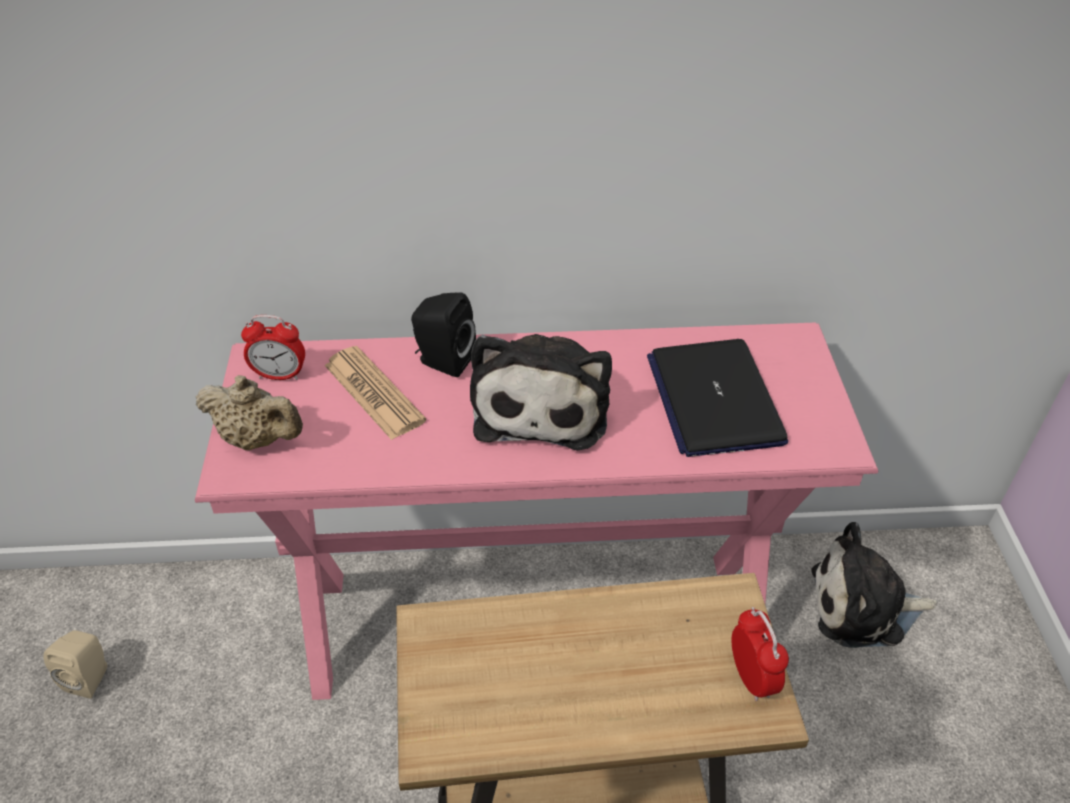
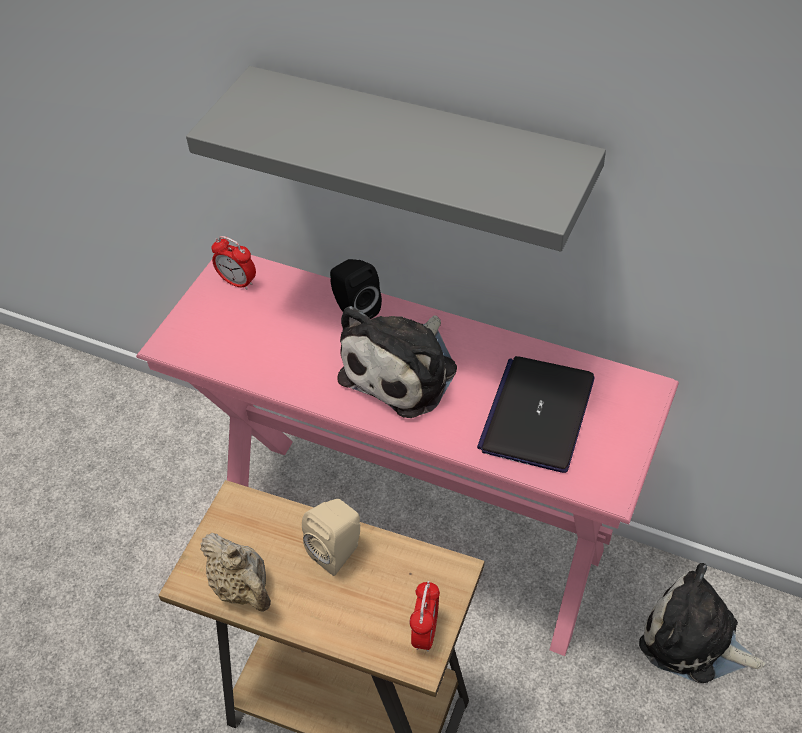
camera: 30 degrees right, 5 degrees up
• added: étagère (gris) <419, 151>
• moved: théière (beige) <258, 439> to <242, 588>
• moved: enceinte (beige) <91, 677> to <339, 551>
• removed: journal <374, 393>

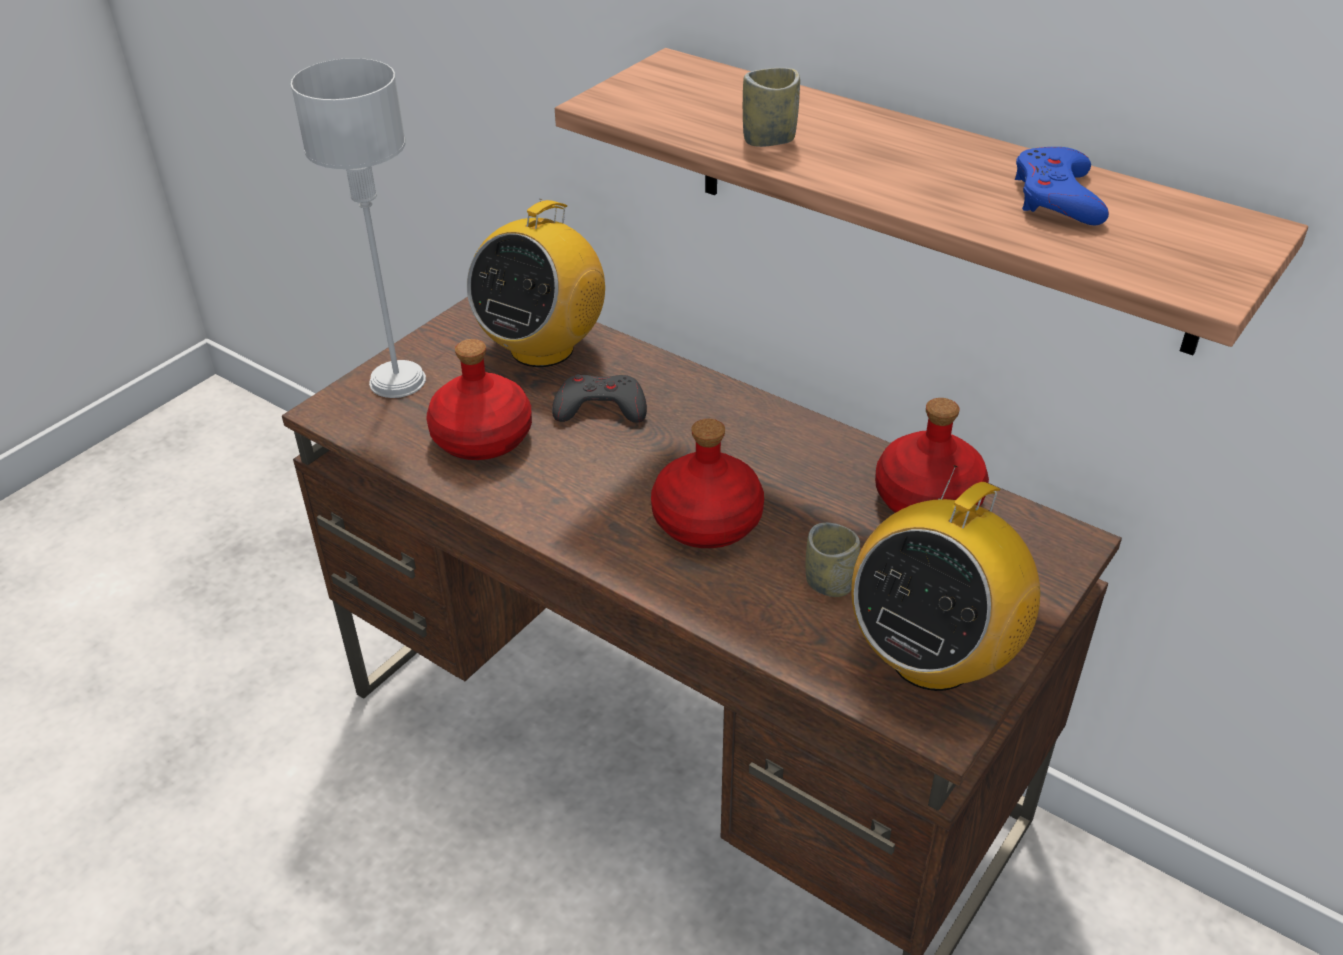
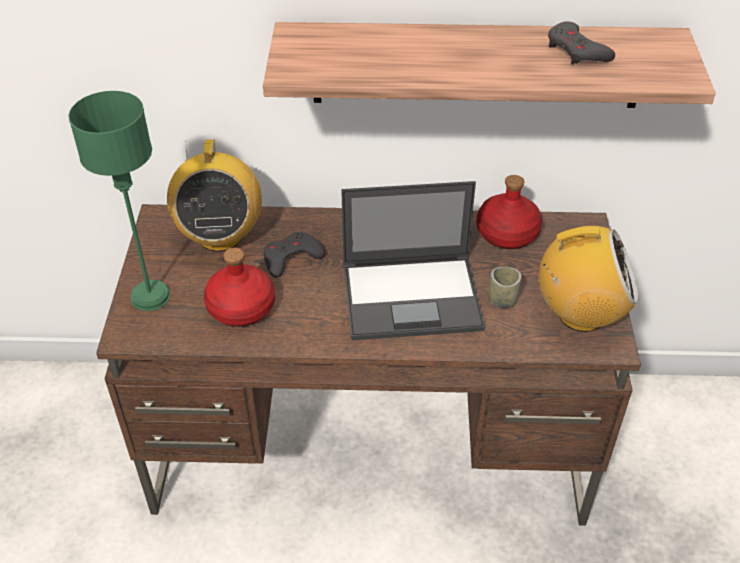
camera: 35 degrees left, 5 degrees up
• recoloured: lampe de table (gris) <396, 381> to lampe de table (vert) <150, 297>
• replaced: bouteille (rouge) <708, 521> to ordinateur portable <413, 296>
• turned: radio <932, 657> = <580, 314> 90 degrees counterclockwise
• recoloured: manette (bleu) <1056, 197> to manette (gris) <576, 50>
• removed: tasse <769, 139>

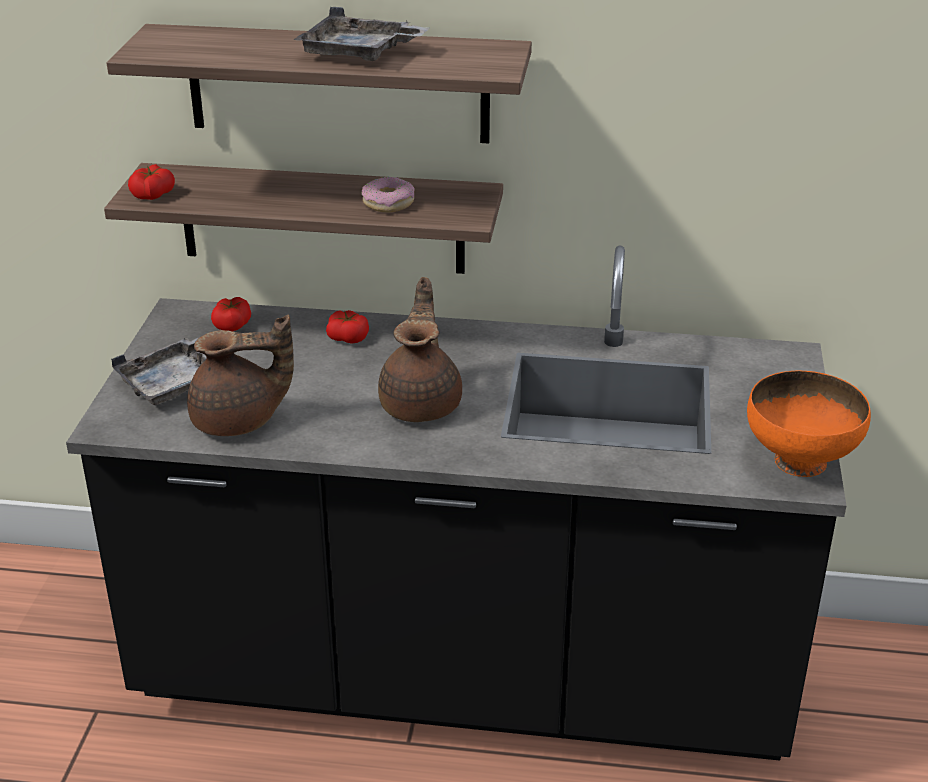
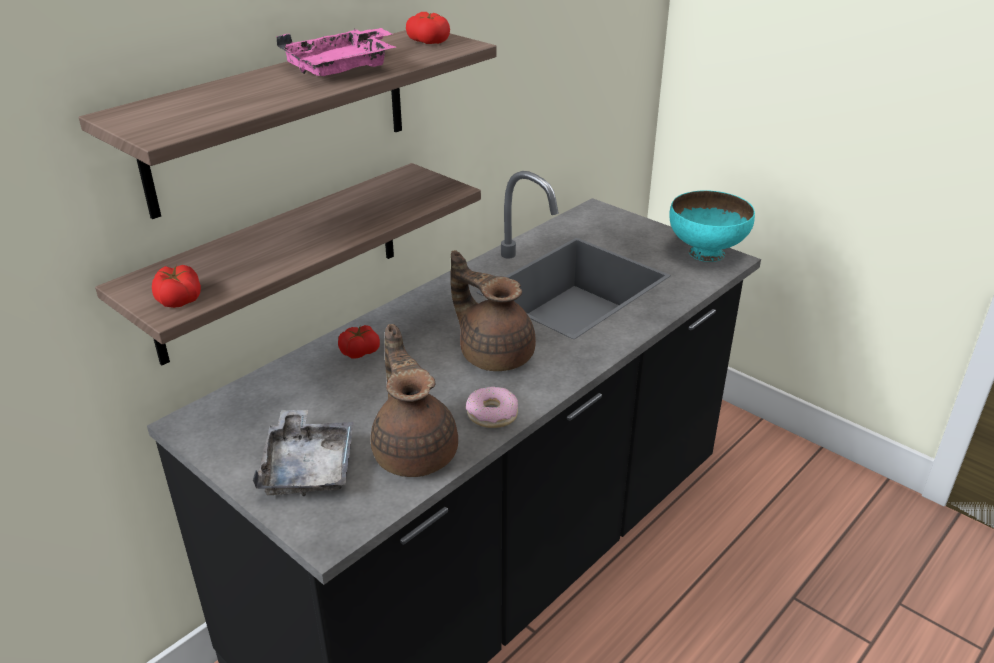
camera: 55 degrees left, 0 degrees up
• recoloured: plateau (gris) <359, 53> to plateau (rose) <343, 68>
• turned: théière (marron) <239, 421> = <415, 451> 45 degrees counterclockwise
• moved: tomate <232, 324> to <428, 41>
• moved: beignet <388, 203> to <492, 414>
• recoloured: bol (orange) <800, 460> to bol (turquoise) <706, 252>

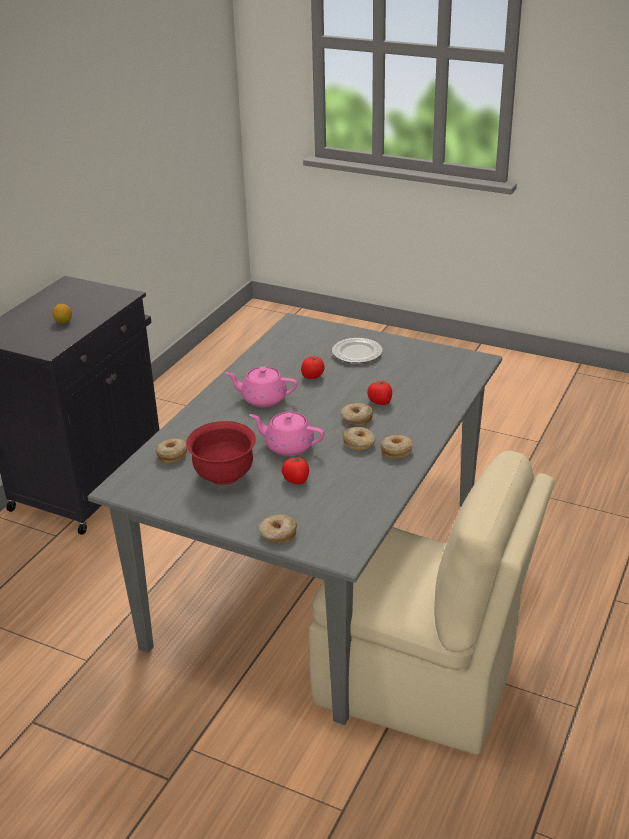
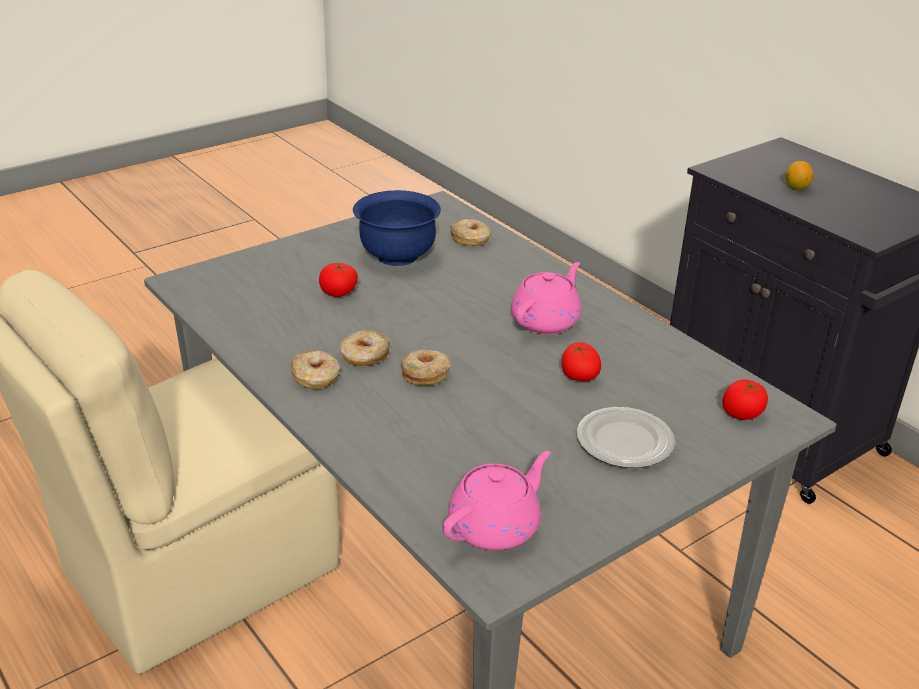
camera: 115 degrees right, 0 degrees up
• recoloured: bol (rouge) <224, 475> to bol (bleu) <397, 256>
• moved: théière (rose) <288, 446> to <495, 527>
• moved: tomate <380, 402> to <742, 414>
• removed: beignet <278, 534>

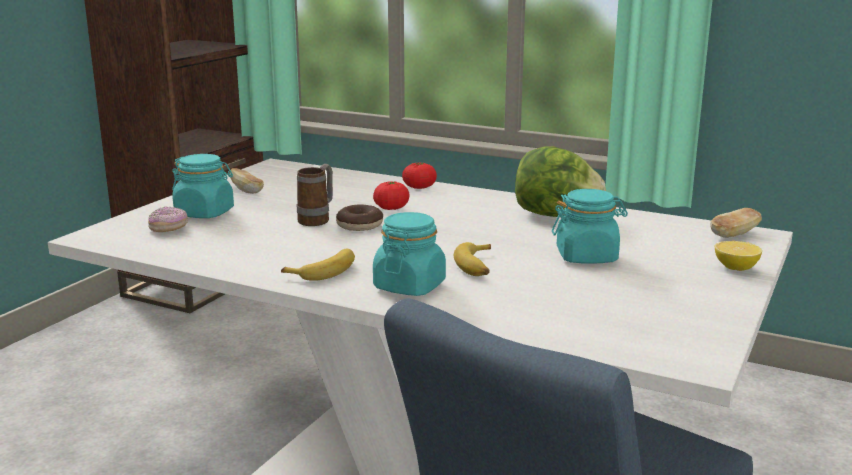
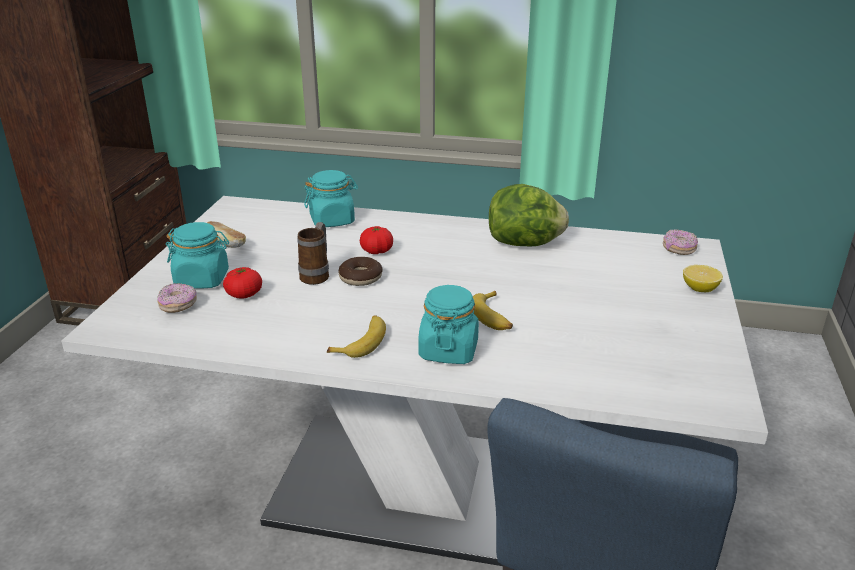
camera: 15 degrees left, 10 degrees up
• moved: tomate <419, 187> to <244, 294>
• moved: bocal (turquoise) <587, 257> to <332, 220>
• replaced: pain <734, 235> to beignet <678, 249>

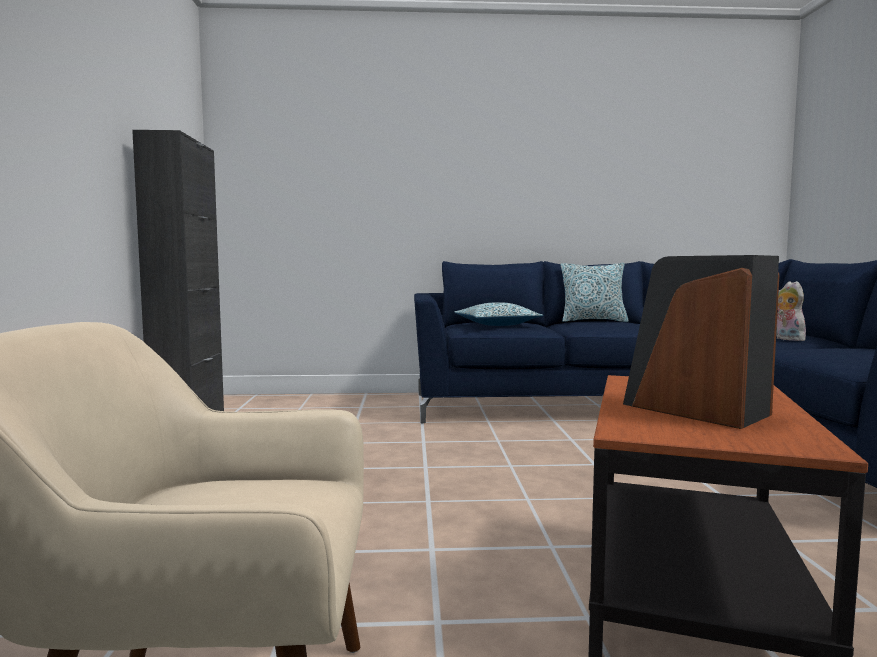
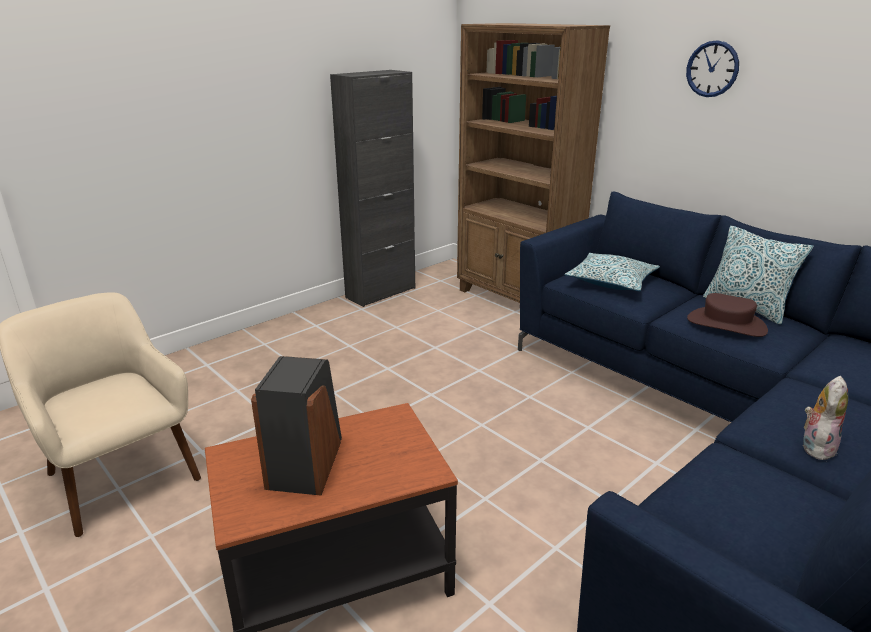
camera: 50 degrees right, 20 degrees up
• added: bibliothèque (marron) <516, 299>
• added: horloge murale <712, 69>
• added: chapeau (marron) <726, 324>

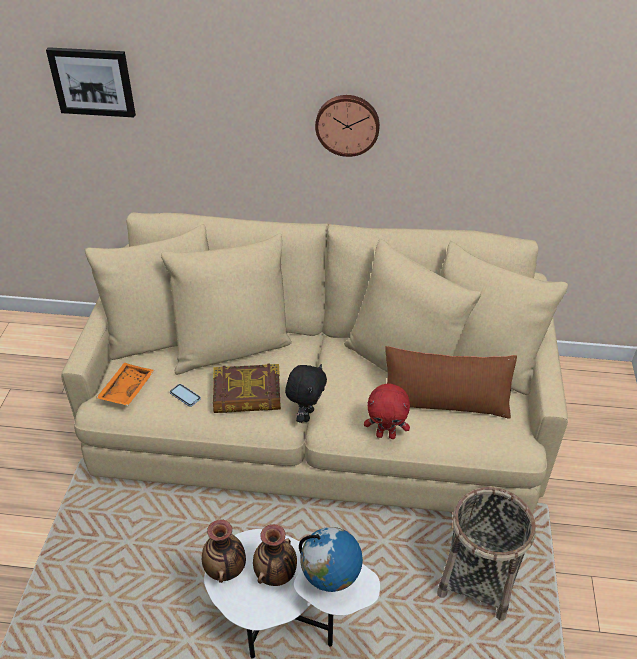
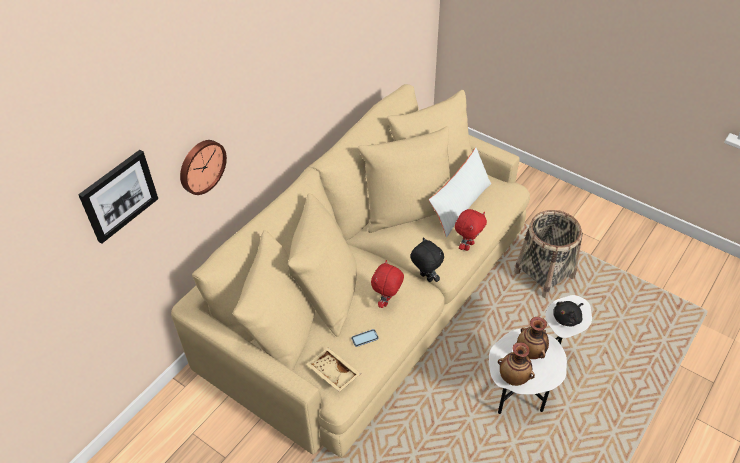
camera: 60 degrees left, 5 degrees up
• moved: horloge murale <347, 124> to <201, 166>
• recoloured: plateau (orange) <126, 389> to plateau (beige) <332, 373>
• replaced: livre <247, 394> to peluche (rouge) <387, 301>
• recoloured: coussin (marron) <445, 402> to coussin (blanc) <460, 205>
• replaced: globe <330, 583> to peluche (noir) <567, 318>

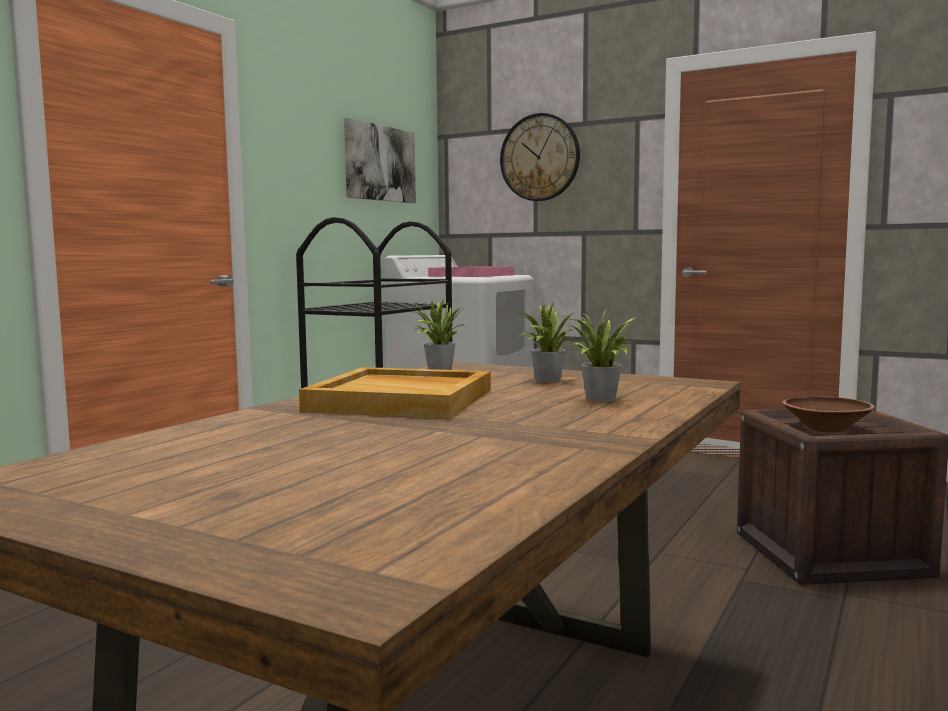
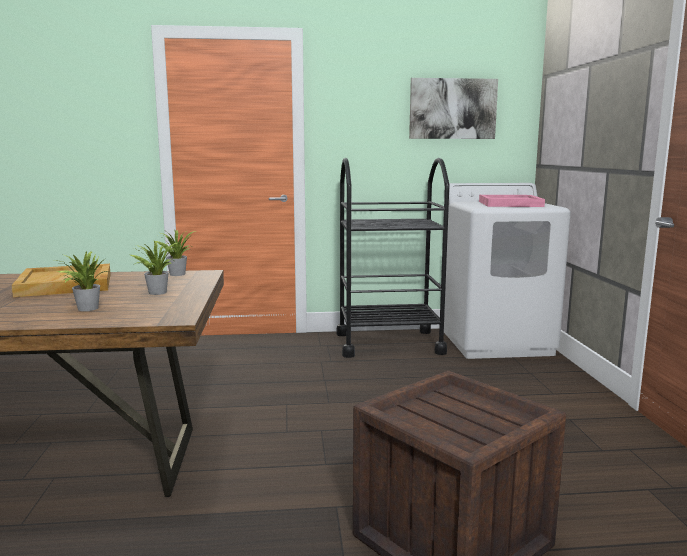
camera: 55 degrees right, 5 degrees up
• removed: horloge murale <540, 157>
• removed: bol (marron) <826, 429>

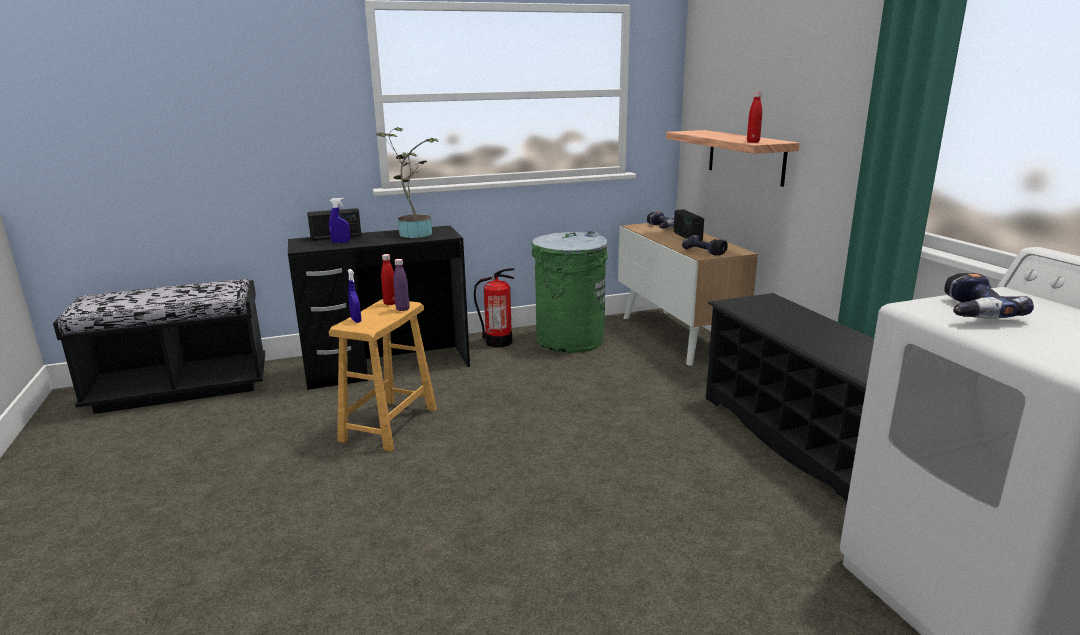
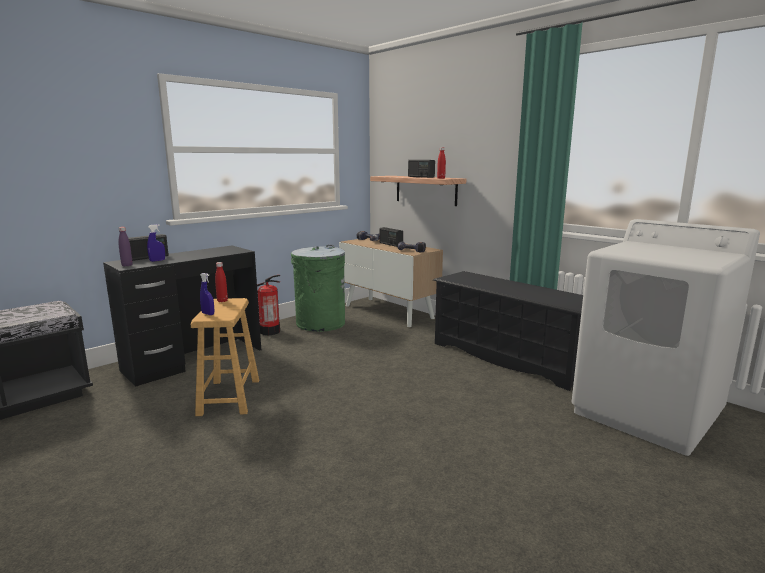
camera: 25 degrees left, 5 degrees down
• moved: bouteille (violet) <402, 309> to <127, 265>
• added: radio <420, 177>
• removed: plante en pot <415, 233>
• removed: perceuse <969, 311>

